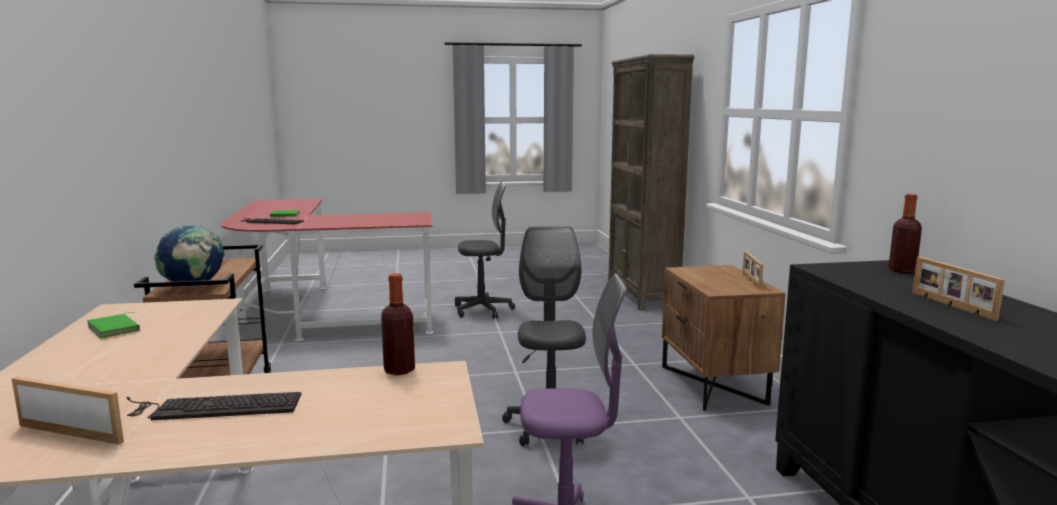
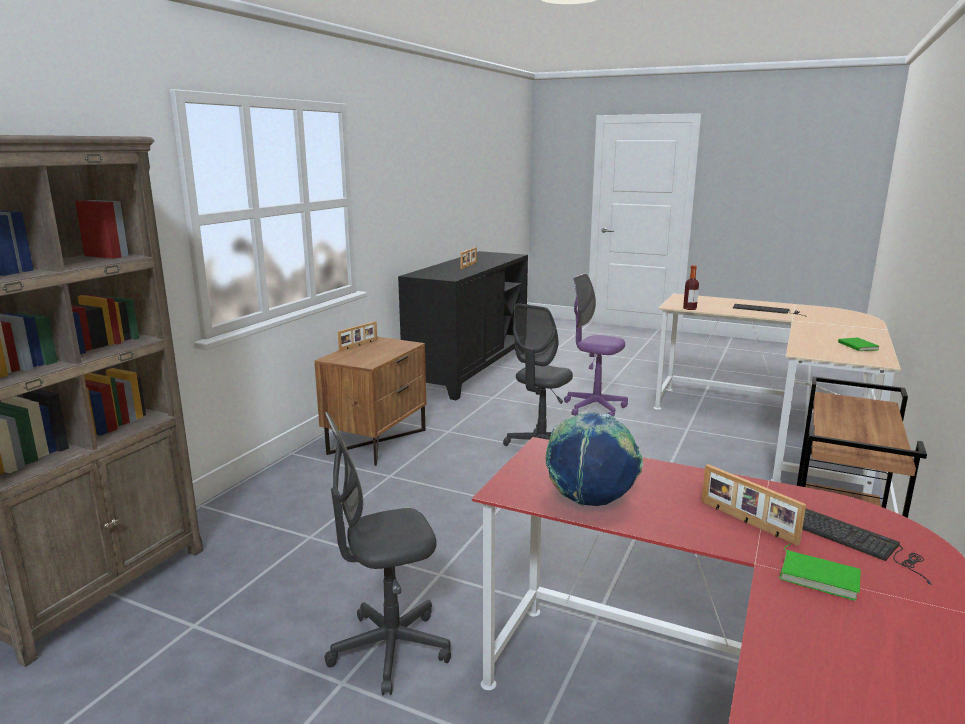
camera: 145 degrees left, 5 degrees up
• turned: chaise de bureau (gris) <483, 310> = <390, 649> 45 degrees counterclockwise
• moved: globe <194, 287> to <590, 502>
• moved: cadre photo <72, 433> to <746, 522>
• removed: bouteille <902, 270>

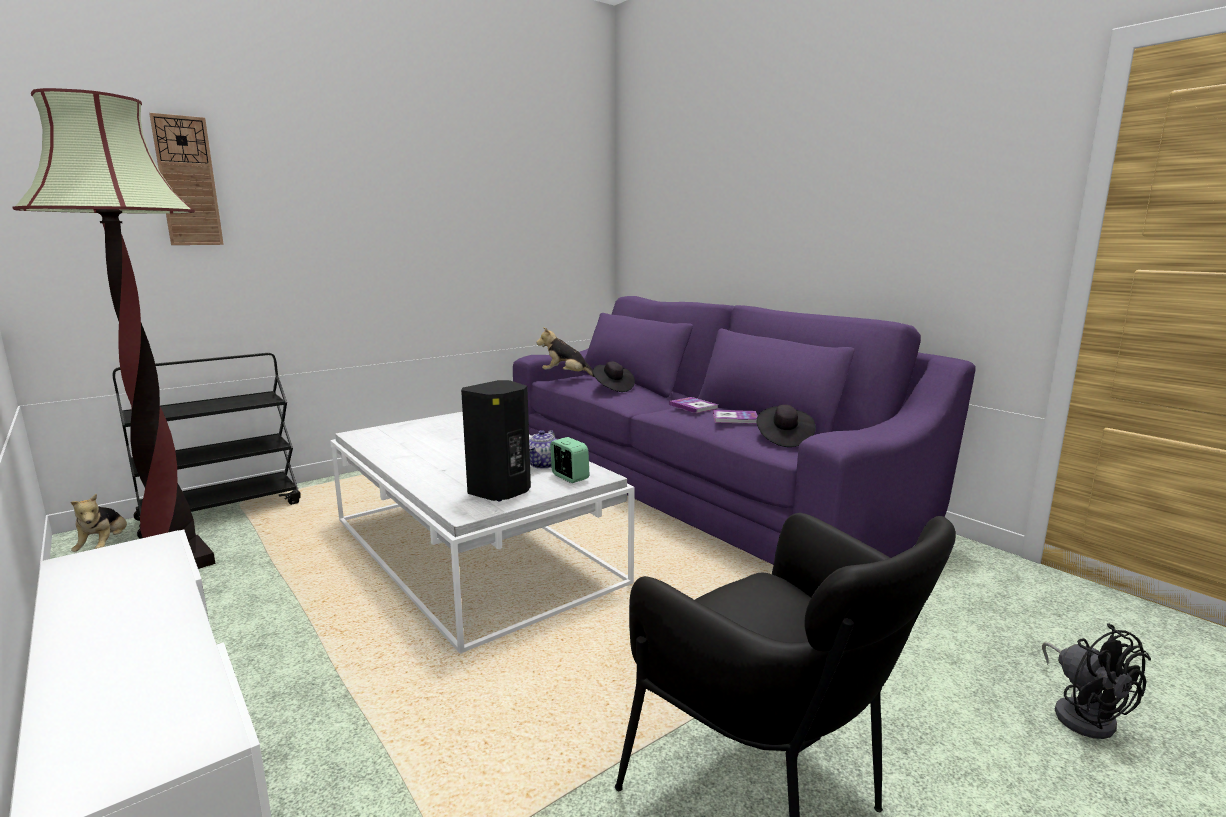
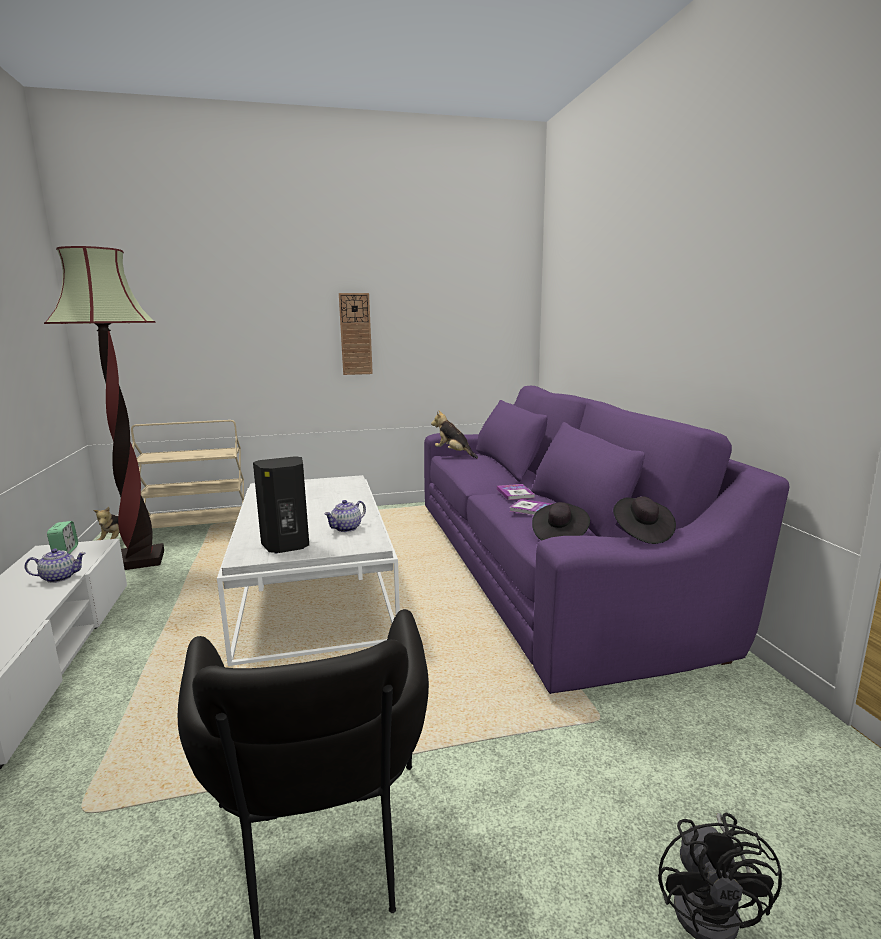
camera: 25 degrees right, 0 degrees up
• added: théière <60, 577>
• moved: réveil <569, 477> to <65, 551>
• recoloured: chariot (noir) <222, 511> to chariot (beige) <197, 529>
• moved: horloge murale <187, 181> to <355, 334>
• moved: chapeau (noir) <613, 388> to <641, 533>

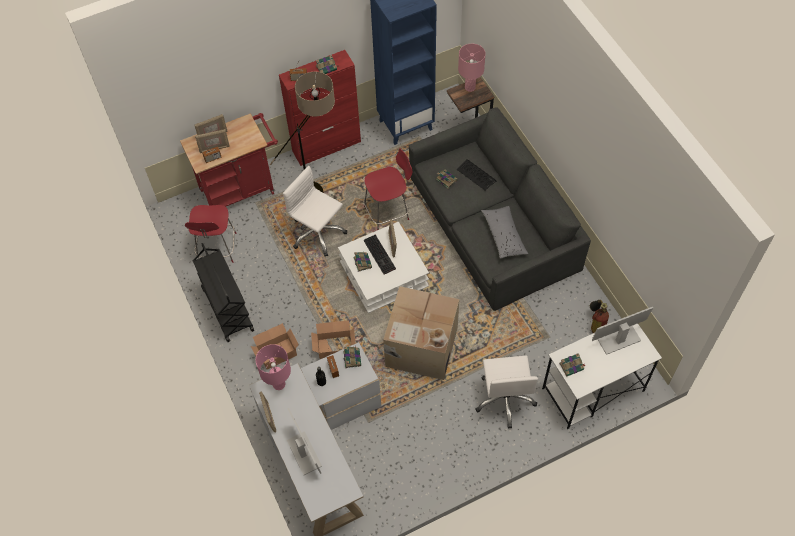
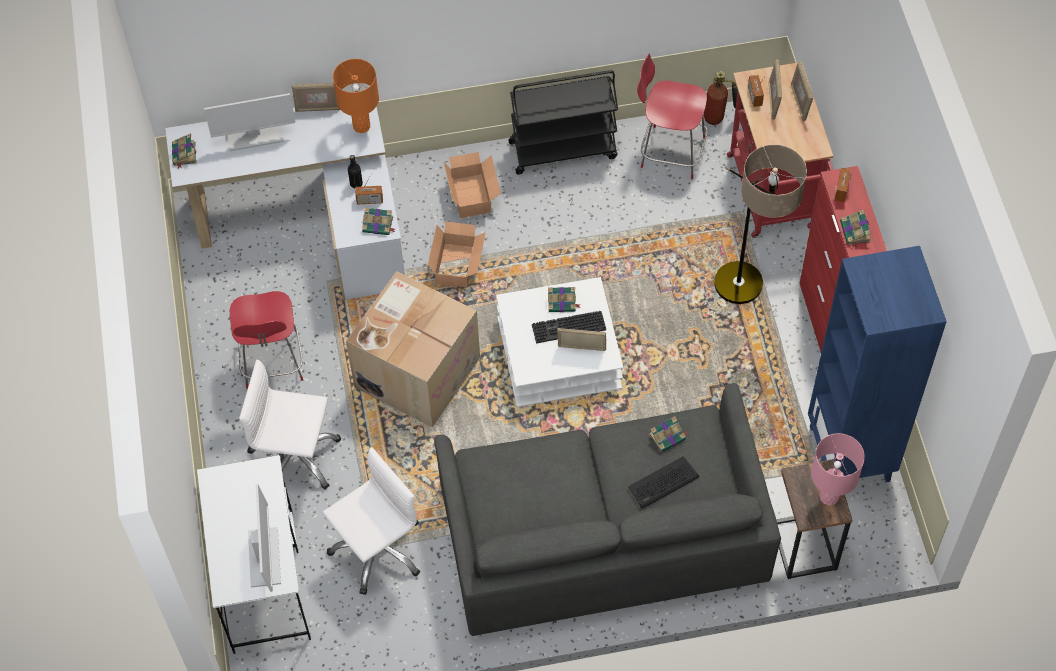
camera: 105 degrees right, 0 degrees up
• moved: livre <572, 366> to <184, 154>
• moved: chaise (rouge) <388, 212> to <272, 363>
• moved: chaise de bureau (blanc) <318, 233> to <377, 549>
• recoloured: lampe de table (rose) <278, 384> to lampe de table (orange) <361, 126>
• moved: extincteur <595, 324> to <722, 118>
• removed: coussin (gris) <504, 235>

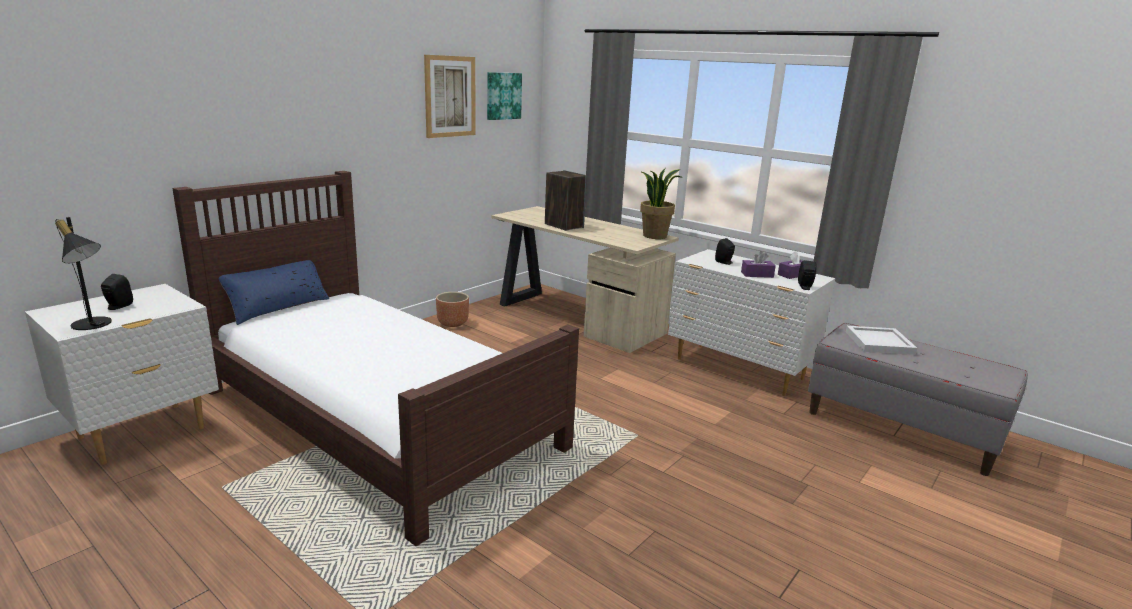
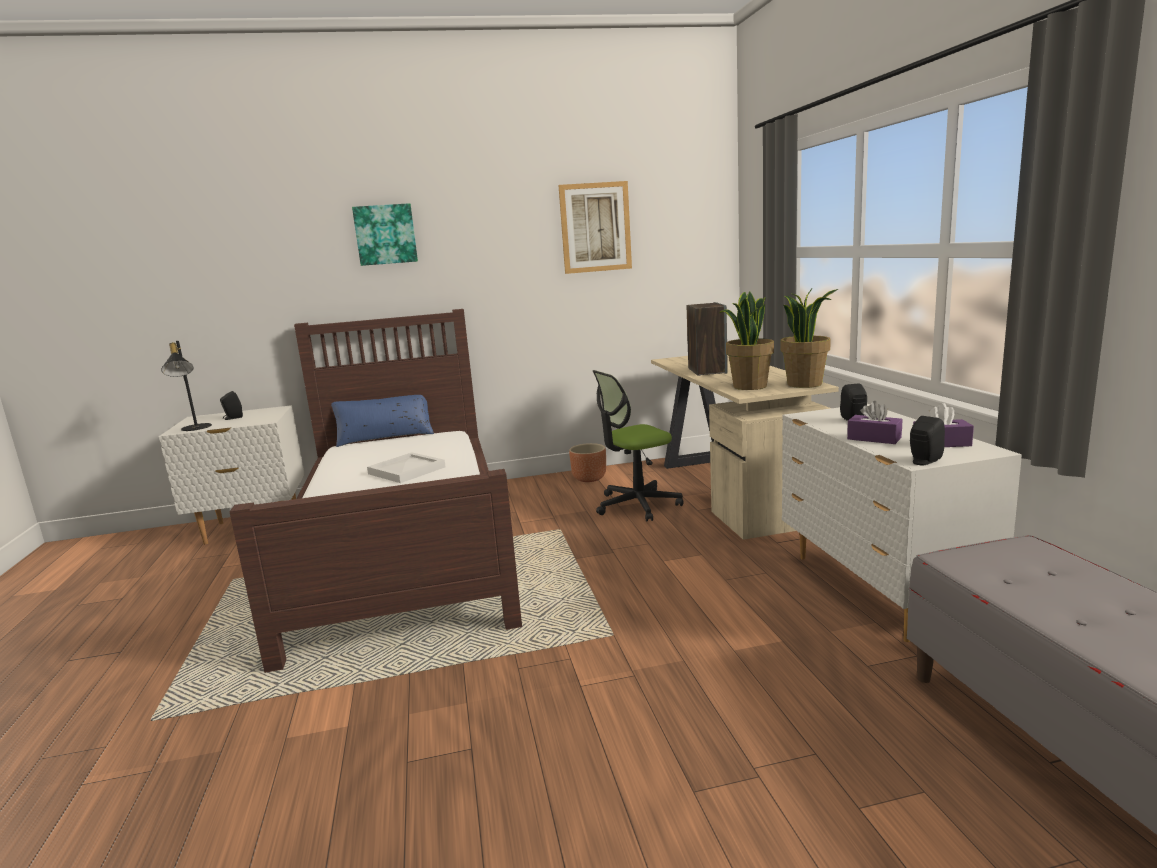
camera: 40 degrees right, 5 degrees down
• moved: tableau <503, 96> to <385, 234>
• moved: plateau (blanc) <878, 343> to <405, 470>
• added: chaise de bureau <637, 505>
• added: plante en pot <749, 386>

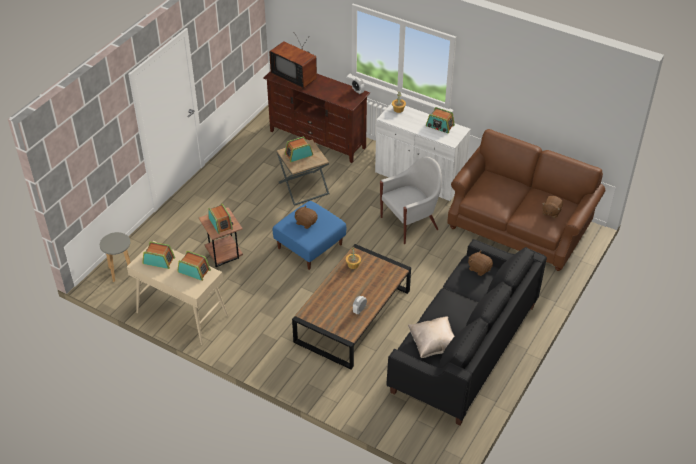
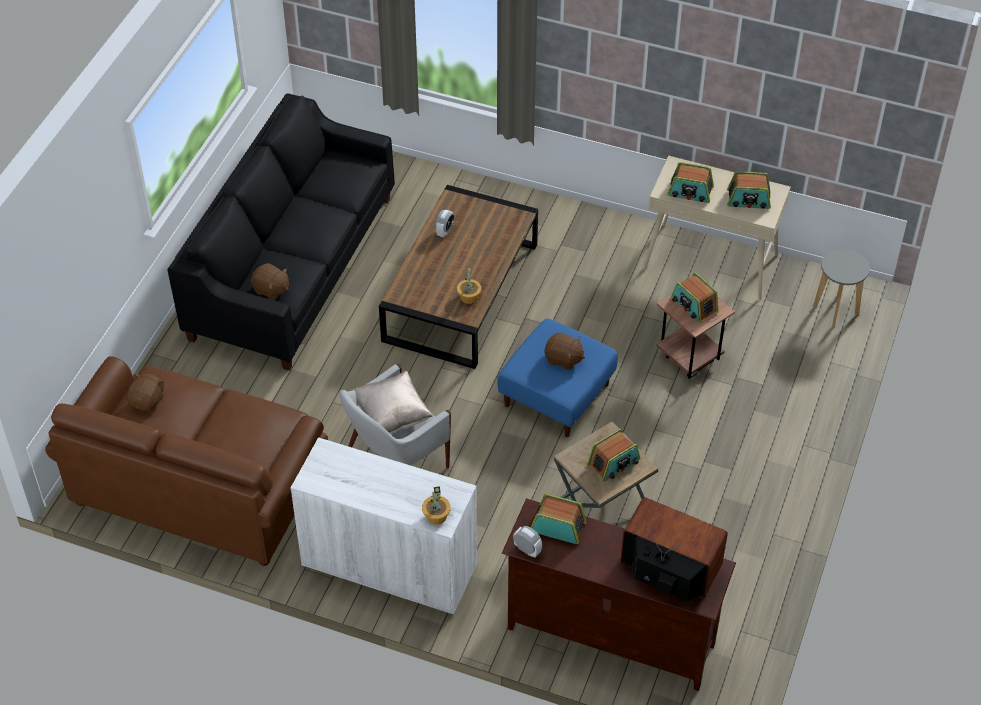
camera: 170 degrees right, 5 degrees up
• moved: coussin (beige) <433, 344> to <391, 415>
• moved: radio <440, 126> to <558, 526>

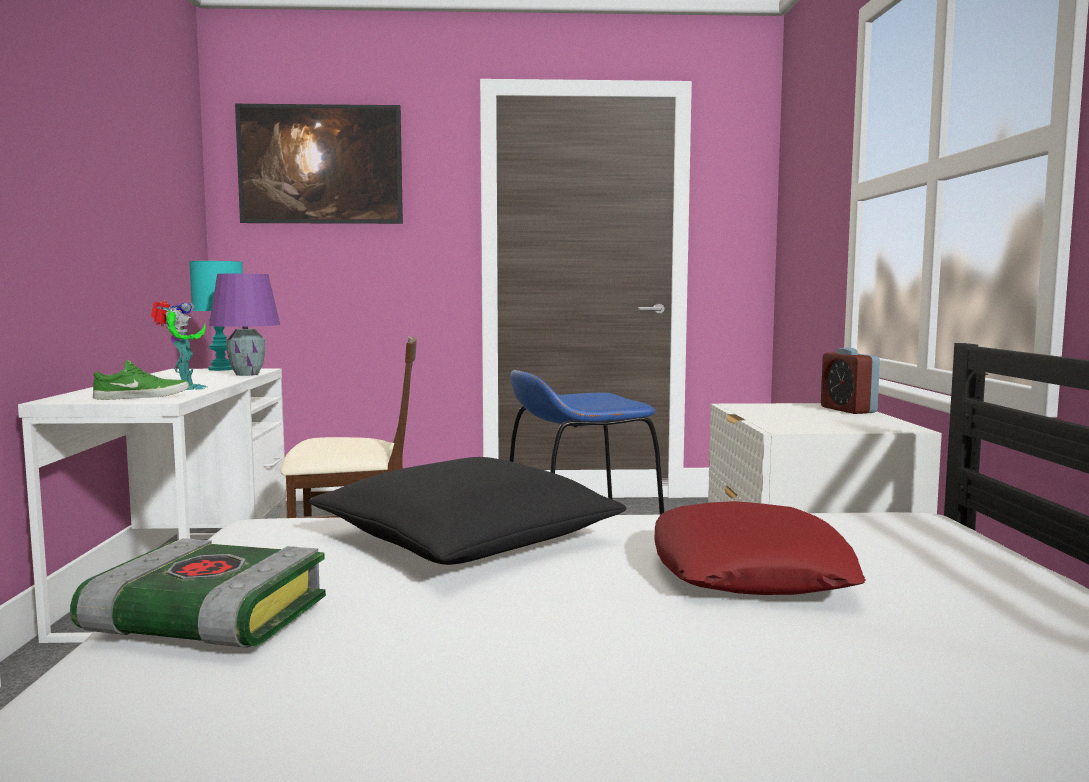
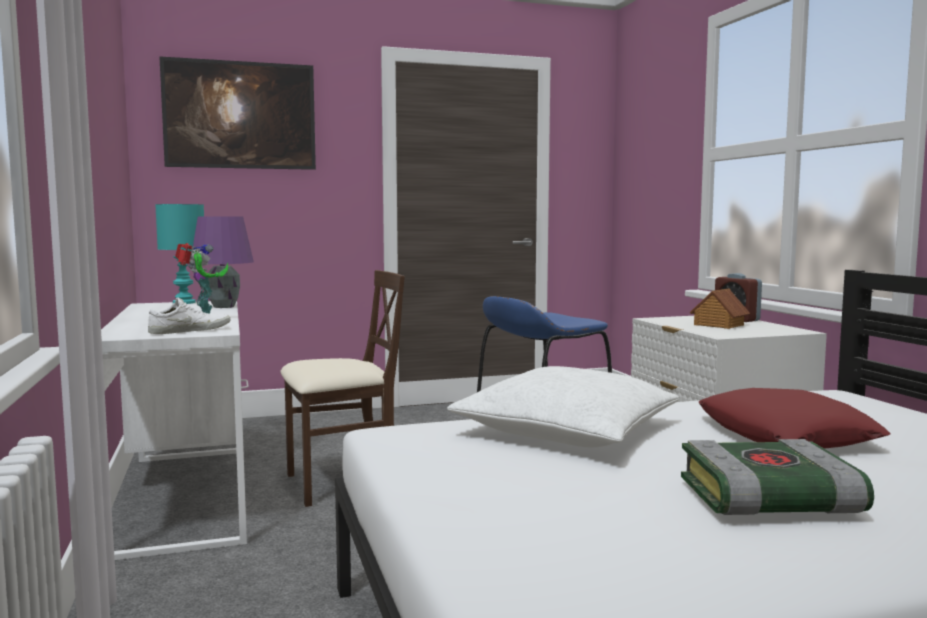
camera: 15 degrees left, 0 degrees up
• recoloured: chaussure (vert) <142, 397> to chaussure (blanc) <190, 330>
• recoloured: coussin (noir) <468, 540> to coussin (blanc) <567, 430>
• moved: livre <203, 620> to <767, 499>
• added: maison miniature <718, 325>

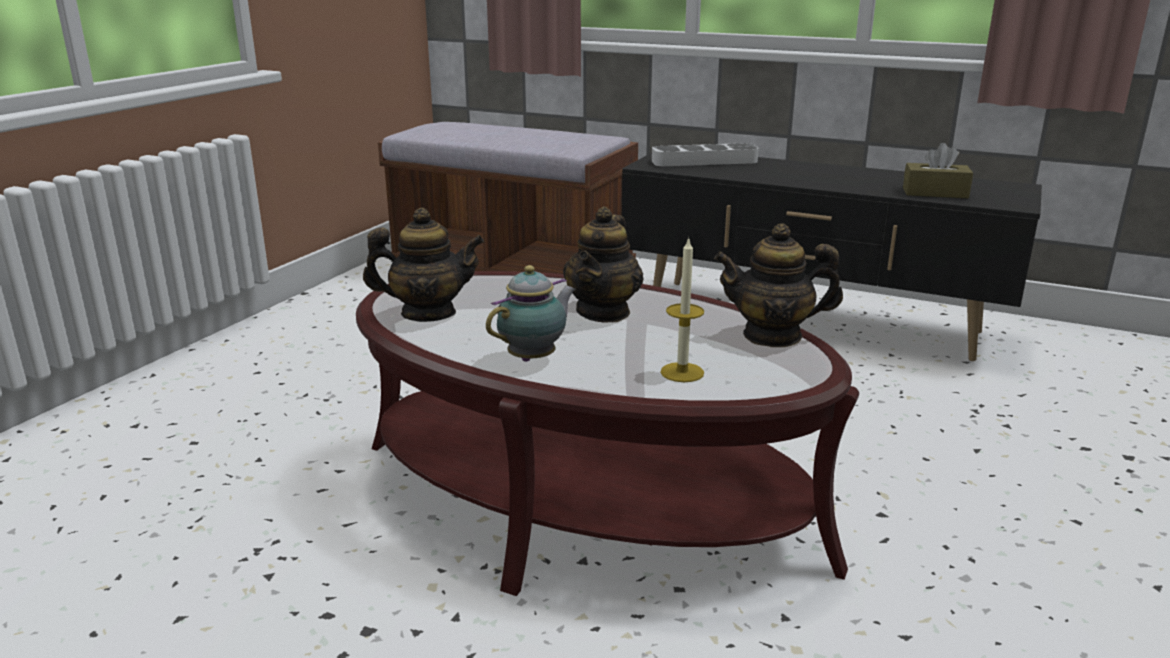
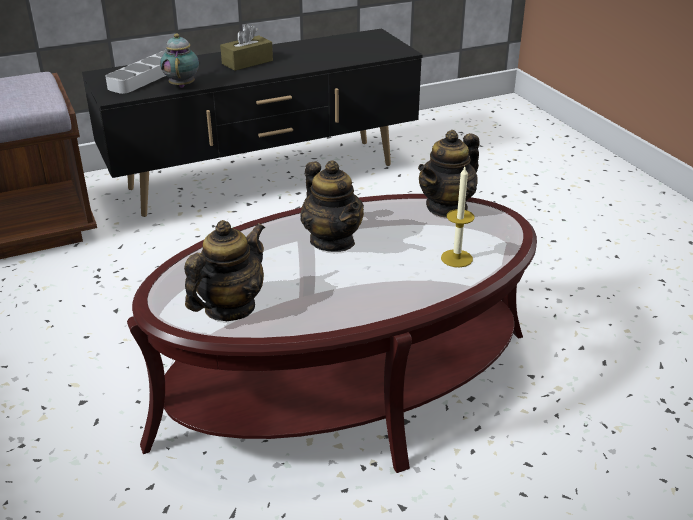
camera: 50 degrees left, 10 degrees up
• moved: théière <535, 358> to <182, 85>
• moved: boîte à mouchoirs (marron) <935, 193> to <247, 62>

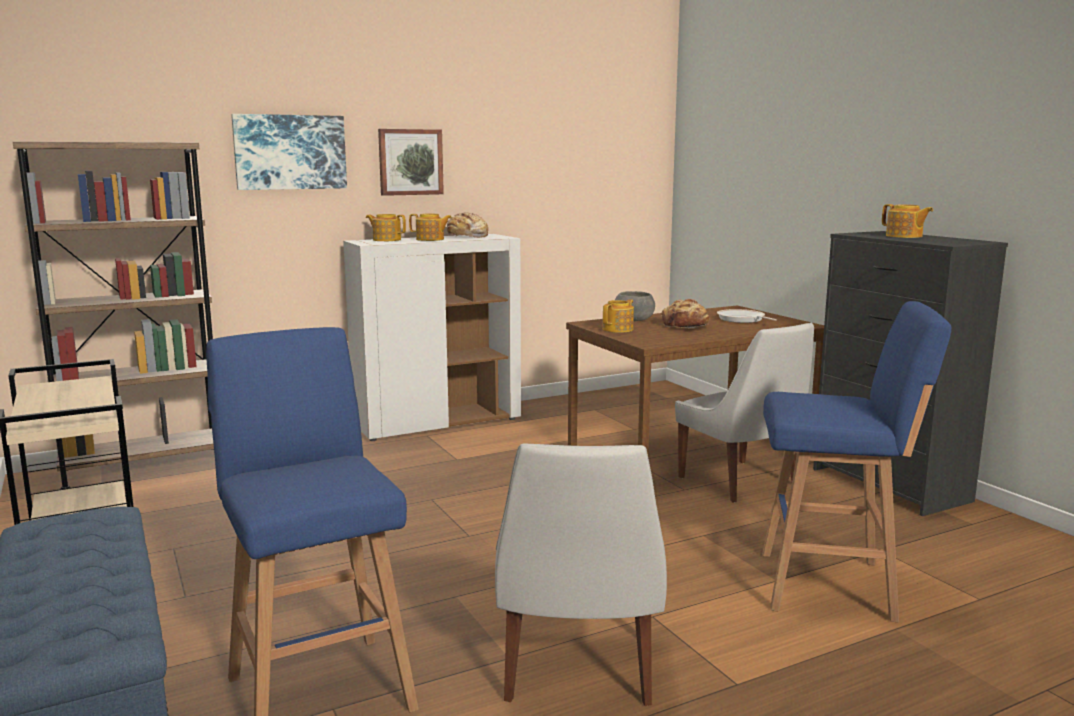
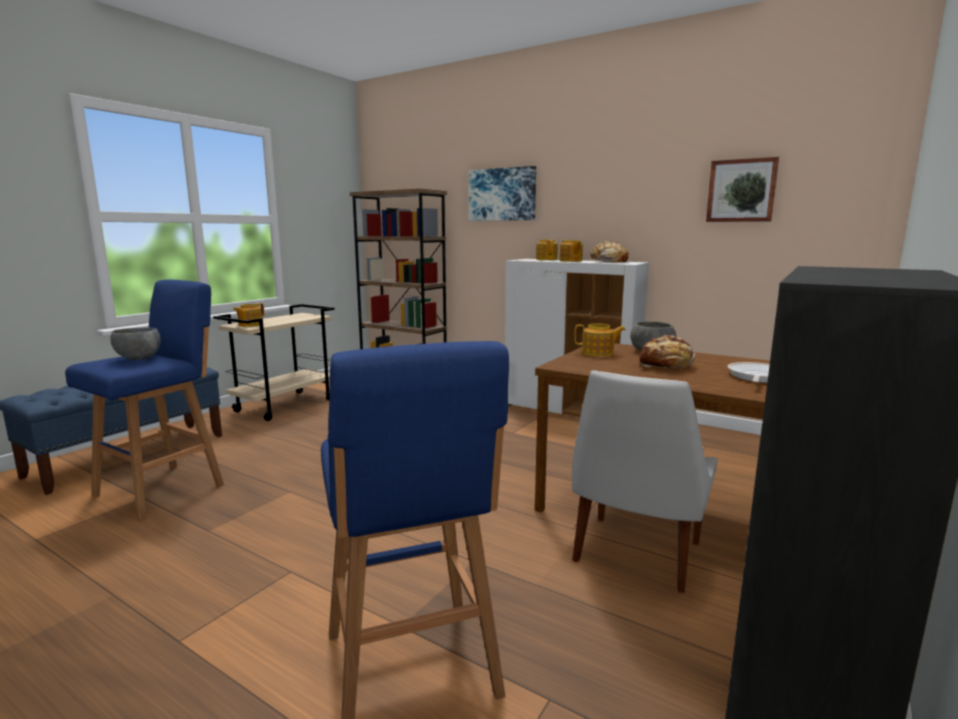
camera: 60 degrees right, 0 degrees up
• added: bol (gris) <138, 359>
• moved: théière <904, 236> to <250, 325>
• moved: tableau <410, 162> to <741, 190>
• removed: chaise (blanc) <577, 671>

